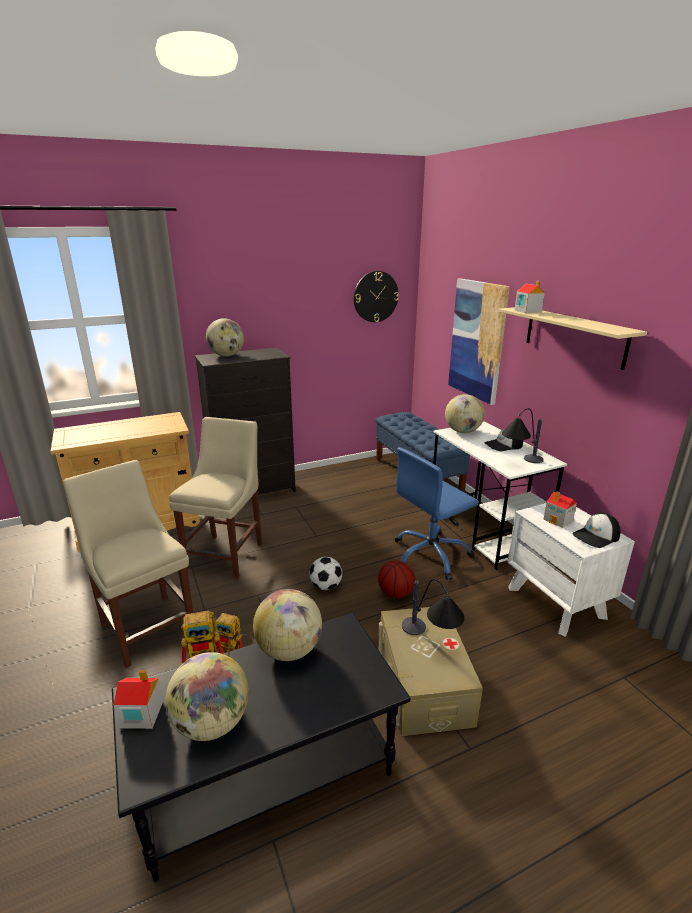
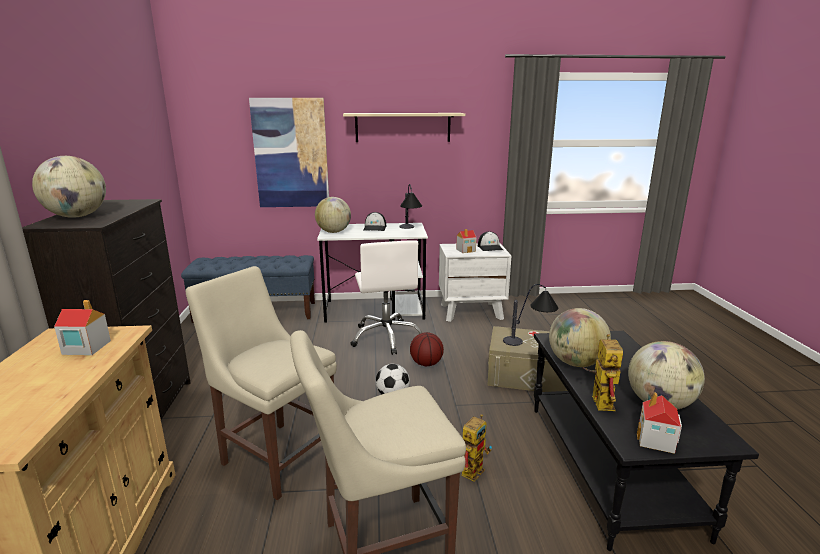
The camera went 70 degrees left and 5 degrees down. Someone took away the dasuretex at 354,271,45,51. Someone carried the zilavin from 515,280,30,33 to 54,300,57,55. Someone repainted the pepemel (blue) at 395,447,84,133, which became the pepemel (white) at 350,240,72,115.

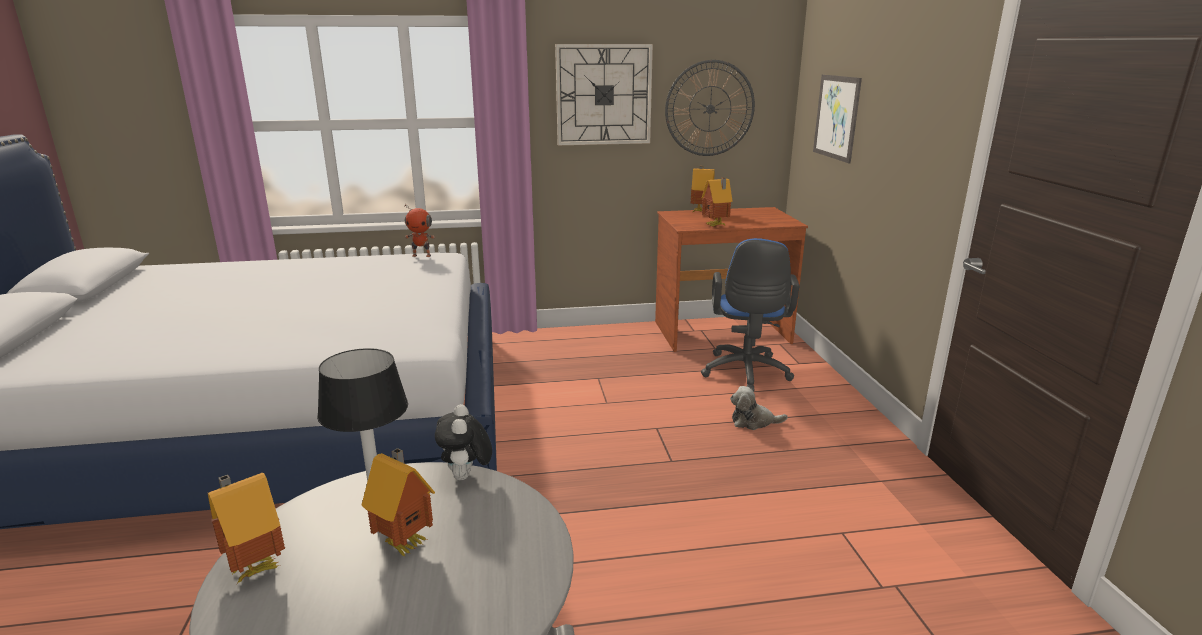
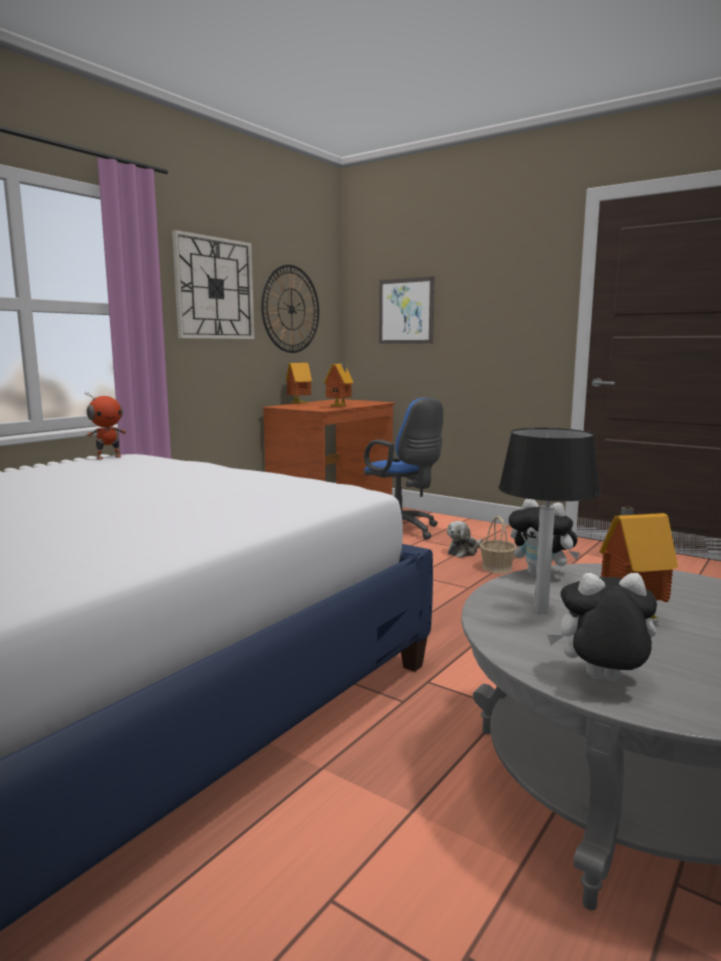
The camera went 45 degrees left and 10 degrees down. Someone swapped the zilavin at 208,473,77,111 for the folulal at 547,573,110,108. Someone put down the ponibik at 479,516,38,57.

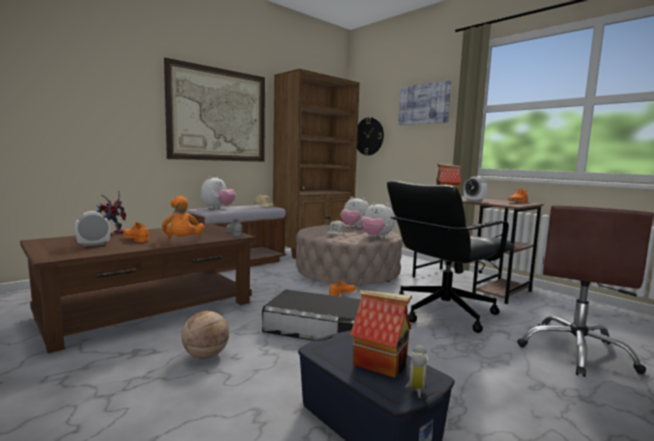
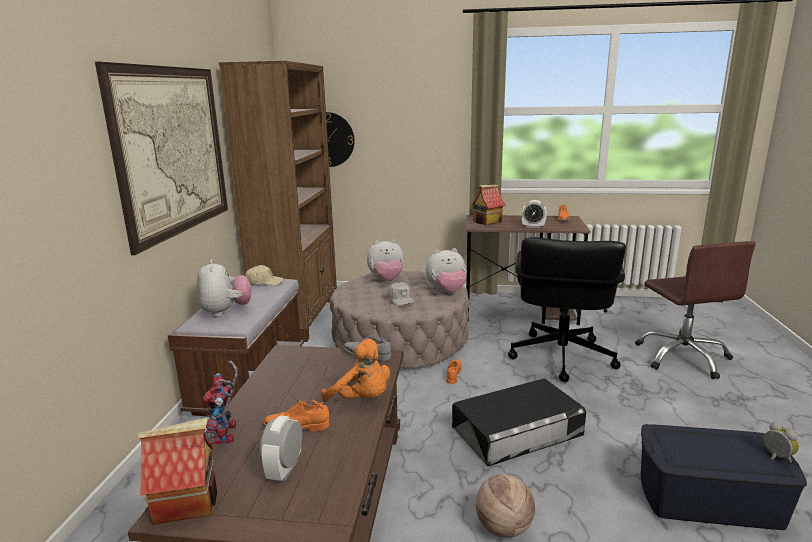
The camera went 40 degrees left and 10 degrees up. Someone took away the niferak at 398,80,53,45. Someone carried the zilavin from 350,290,62,88 to 136,417,81,108.

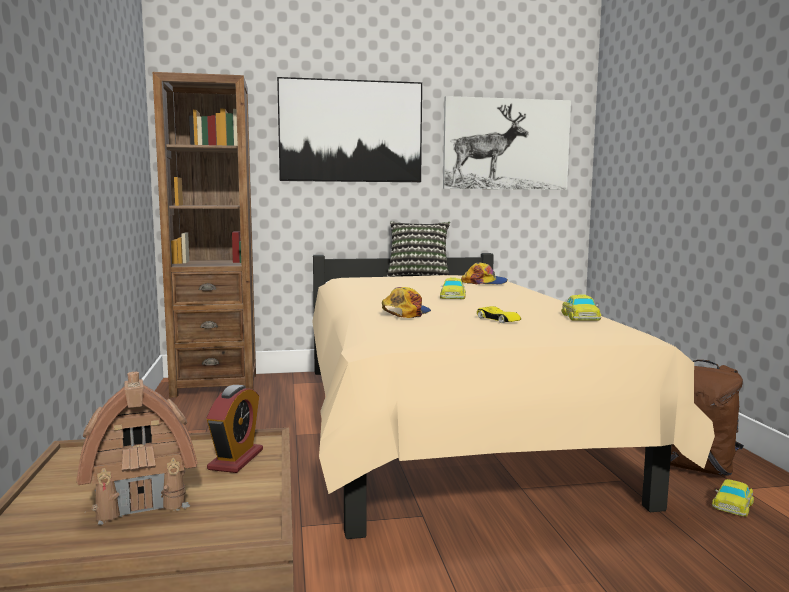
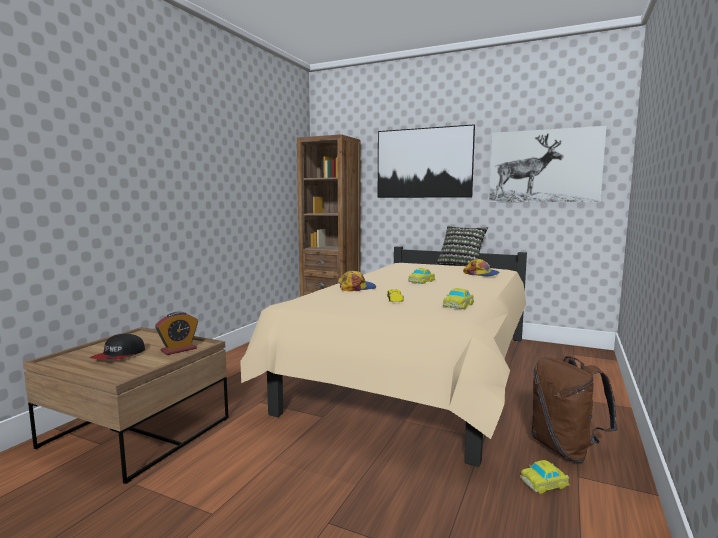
The camera went 35 degrees right and 0 degrees up. Someone swapped the zilavin at 76,372,122,153 for the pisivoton at 90,334,55,26.

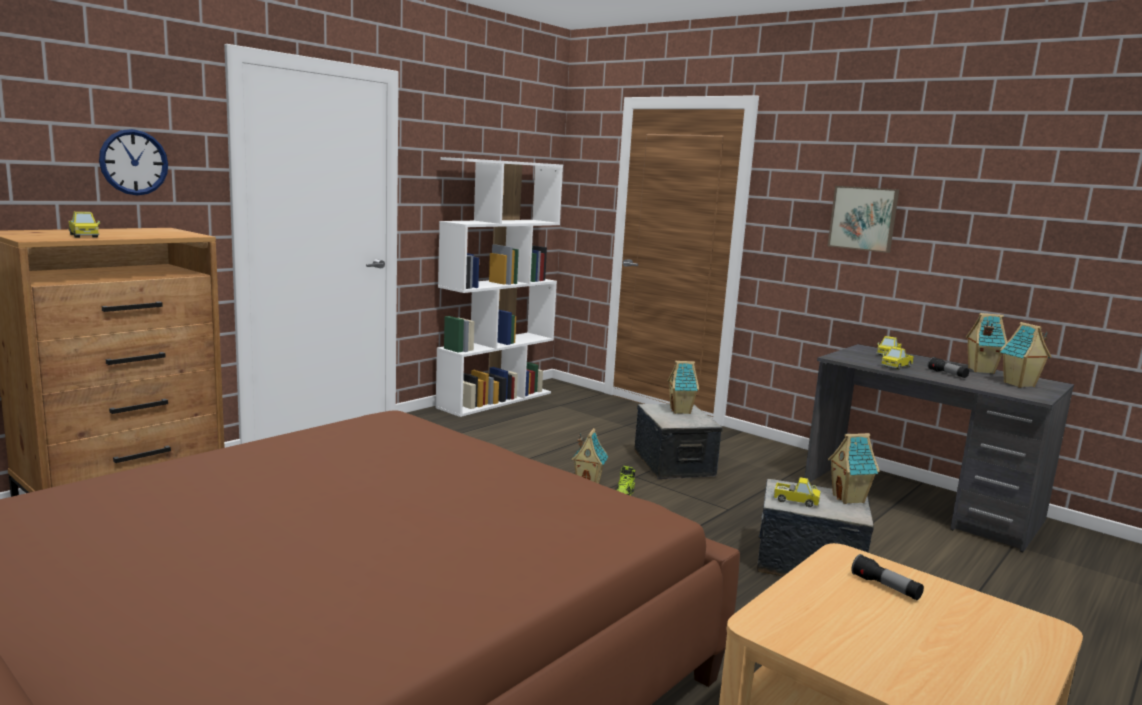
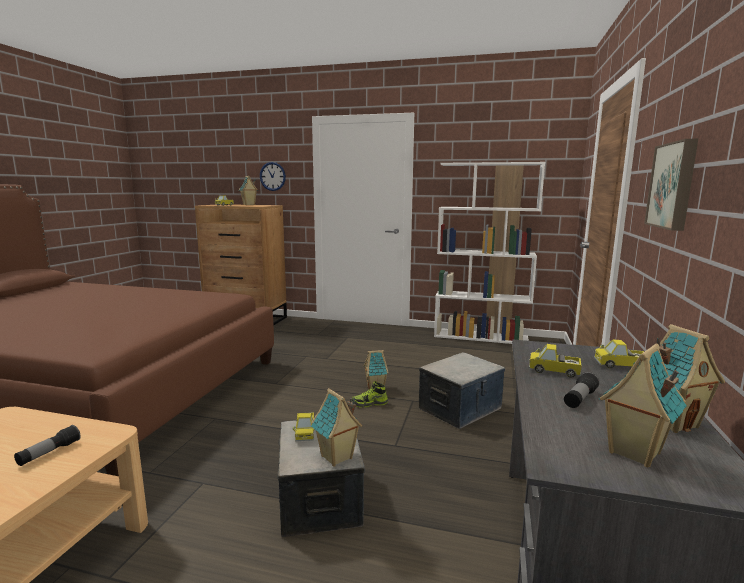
The camera went 65 degrees right and 0 degrees up. Someone carried the zilavin from 667,361,32,53 to 239,176,19,29.

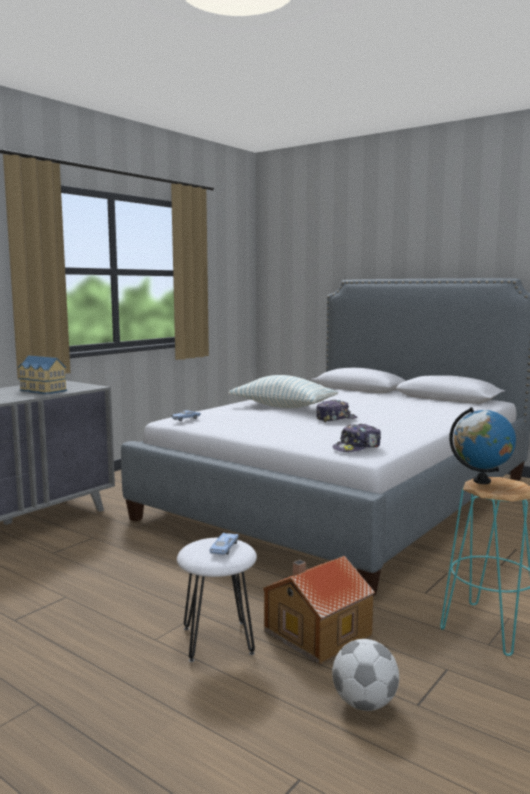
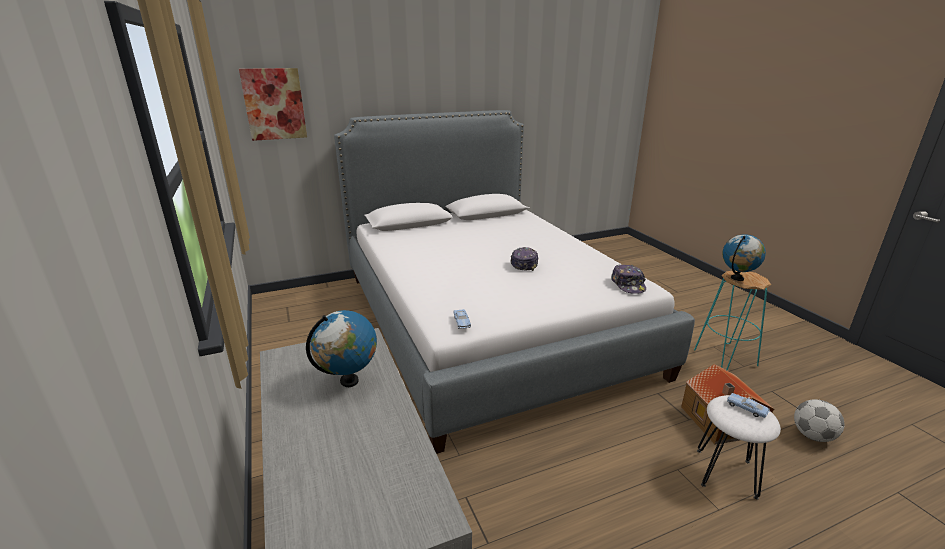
The camera went 60 degrees left and 15 degrees up. Someone swapped the zilavin at 18,355,49,39 for the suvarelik at 306,310,71,77. Someone took away the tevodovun at 229,375,109,33. Someone put up the niferak at 239,68,68,73.

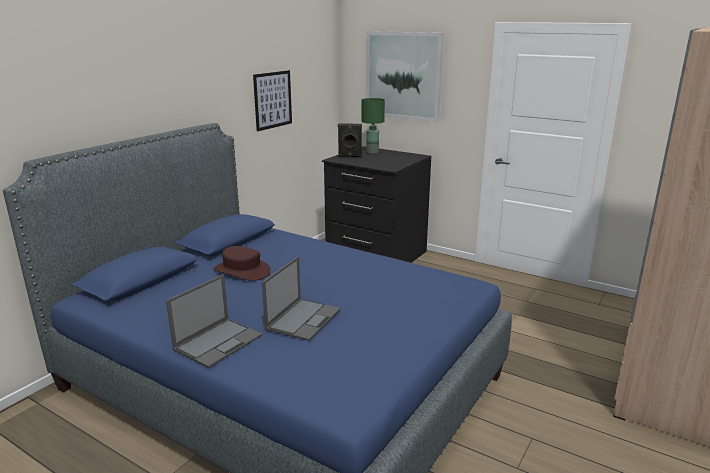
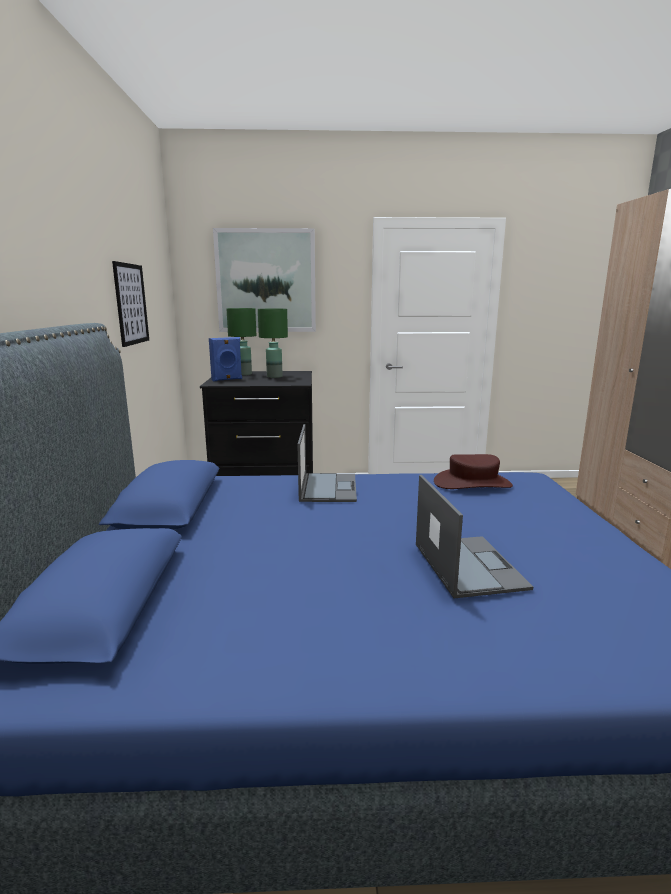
The camera went 35 degrees left and 5 degrees down. Someone repainted the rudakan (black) at 338,123,24,34, which became the rudakan (blue) at 209,337,33,44. Someone carried the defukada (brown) from 213,246,58,35 to 434,454,79,35. Someone carried the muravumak from 166,274,96,94 to 297,424,60,78. Someone put down the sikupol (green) at 258,309,30,69.

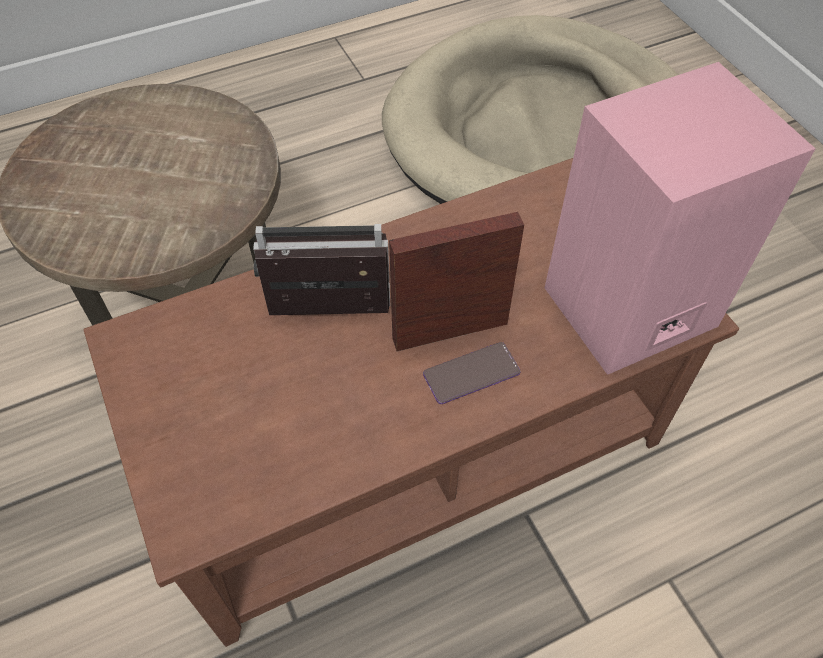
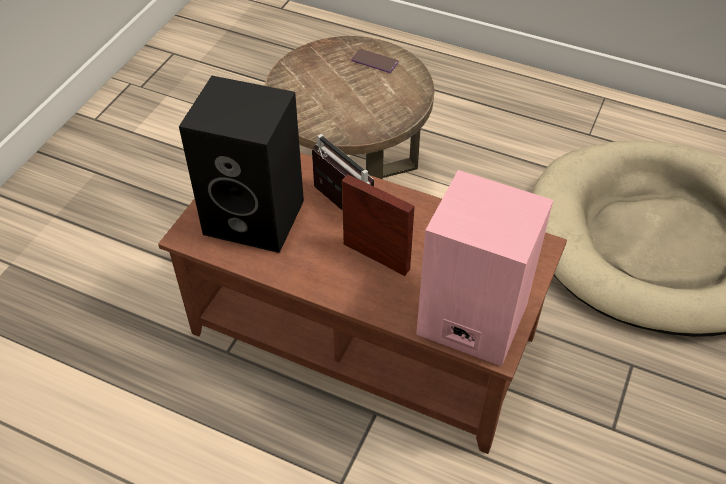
The camera went 50 degrees right and 5 degrees down. Someone carried the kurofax from 423,342,98,62 to 351,49,48,24. Someone put down the rudakan (black) at 179,76,125,177.

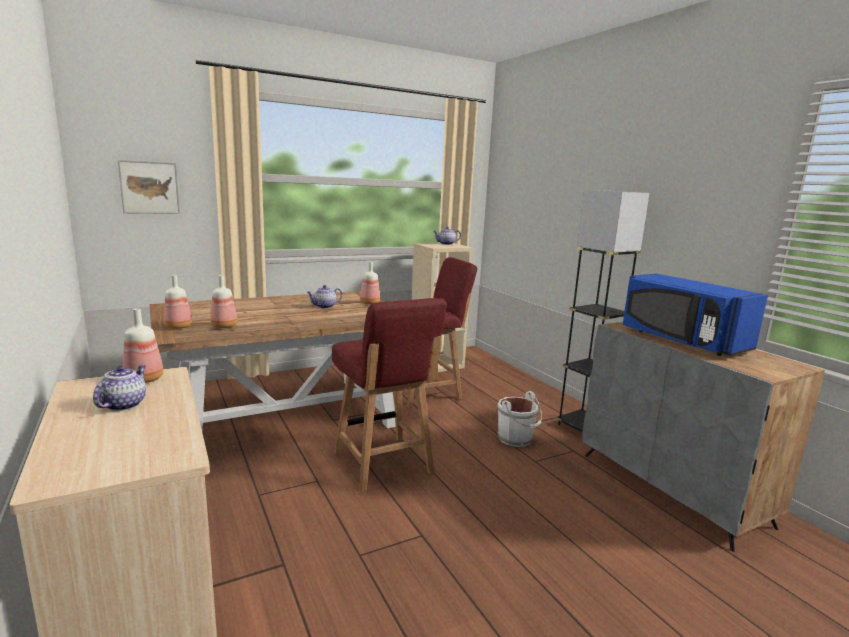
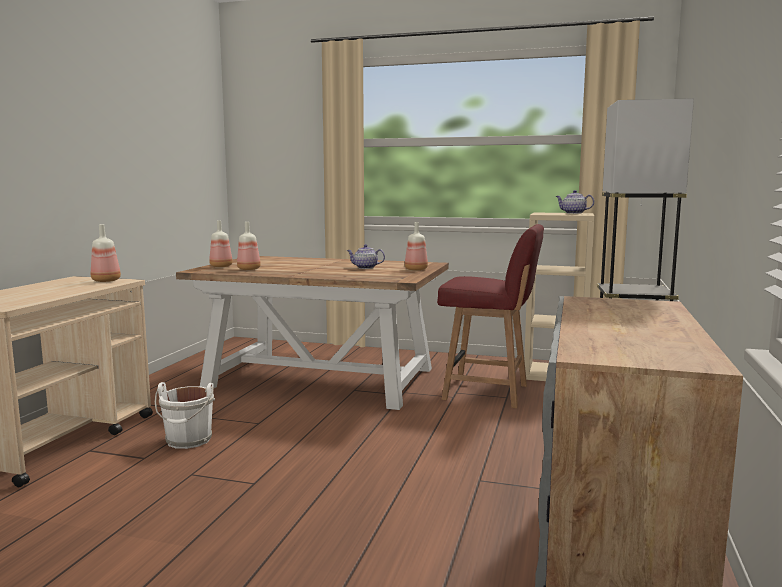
The camera went 45 degrees right and 5 degrees down. Someone took away the niferak at 118,160,62,54. Someone took away the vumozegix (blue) at 623,274,145,82. Someone took away the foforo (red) at 332,298,115,194. Someone took away the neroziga at 93,365,53,46. Someone carried the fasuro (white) from 497,391,45,56 to 155,382,60,67.

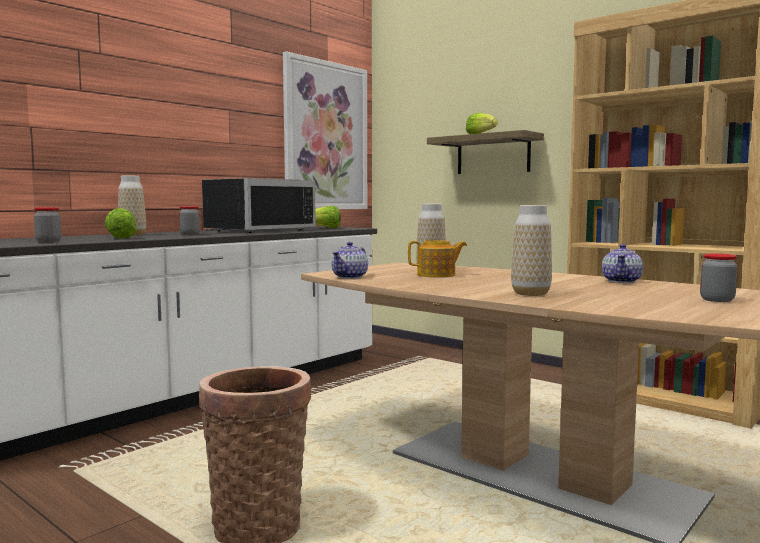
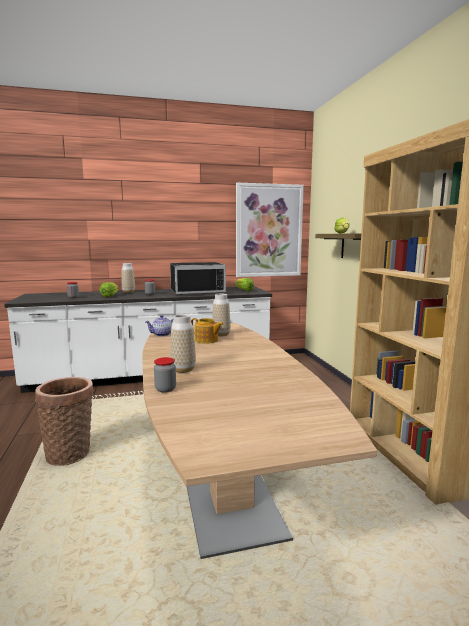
The camera went 35 degrees right and 5 degrees up. Someone took away the neroziga at 602,244,41,39. Someone carried the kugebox from 700,253,38,49 to 154,357,22,36.

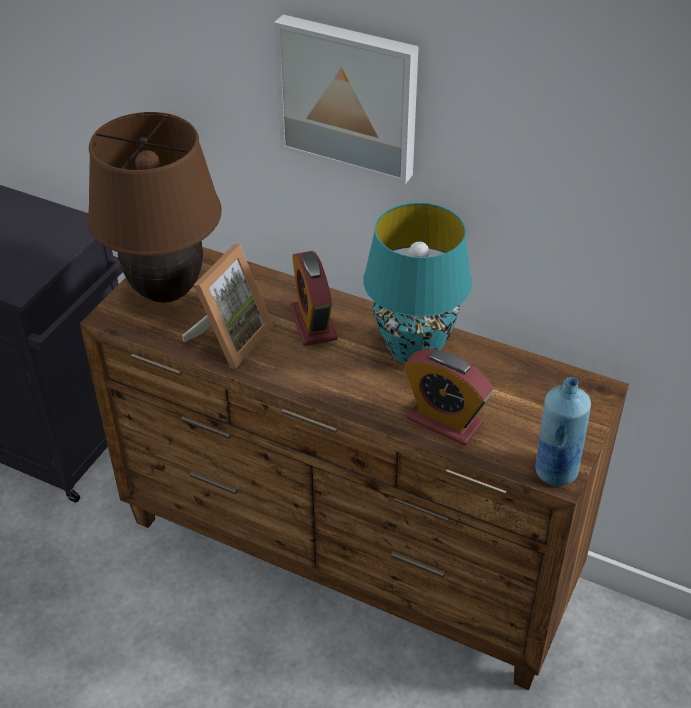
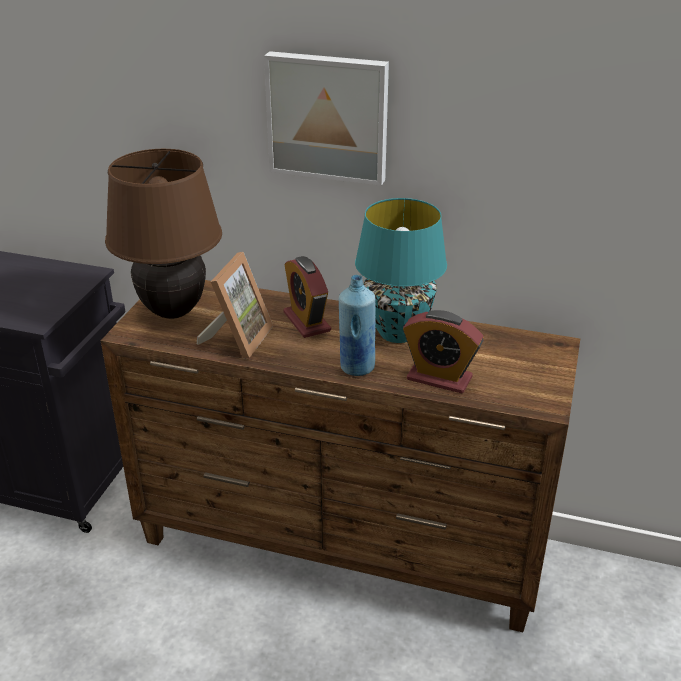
The camera went 10 degrees left and 10 degrees down. Someone carried the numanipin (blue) from 535,377,56,109 to 339,275,37,101.

